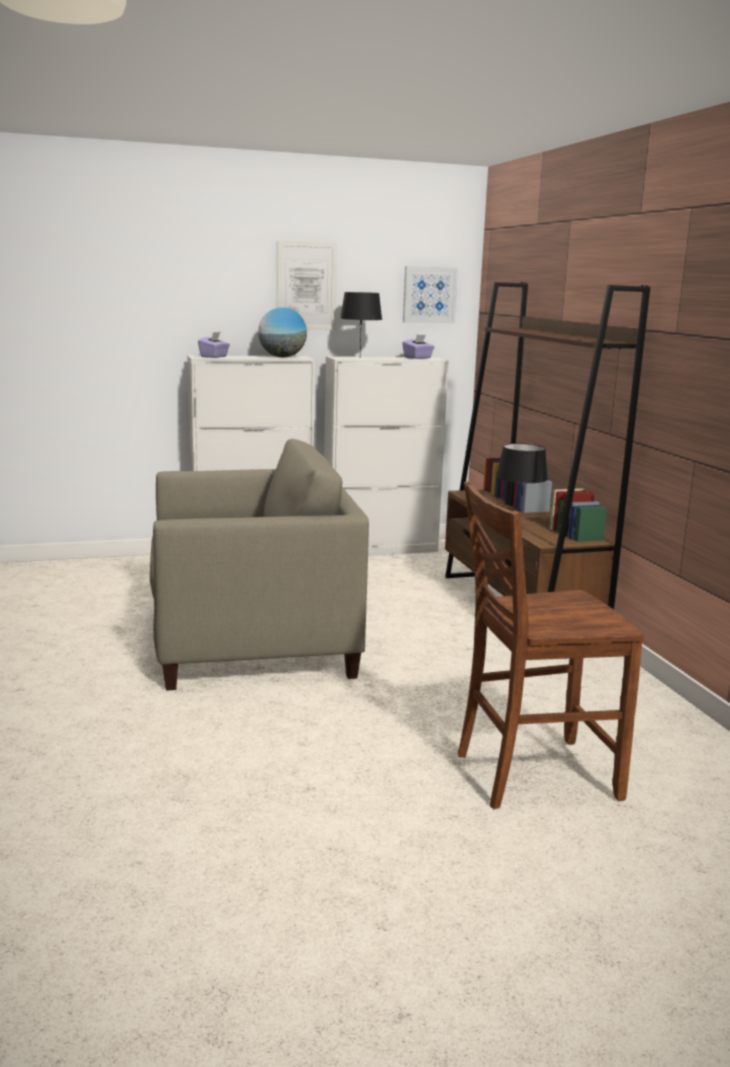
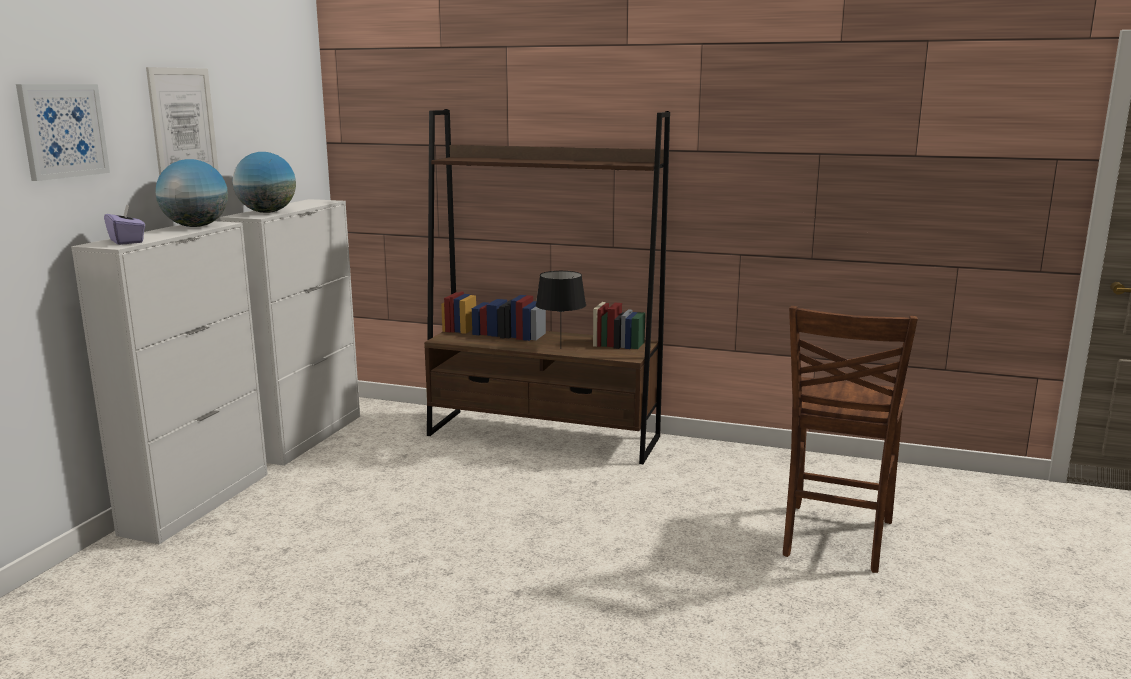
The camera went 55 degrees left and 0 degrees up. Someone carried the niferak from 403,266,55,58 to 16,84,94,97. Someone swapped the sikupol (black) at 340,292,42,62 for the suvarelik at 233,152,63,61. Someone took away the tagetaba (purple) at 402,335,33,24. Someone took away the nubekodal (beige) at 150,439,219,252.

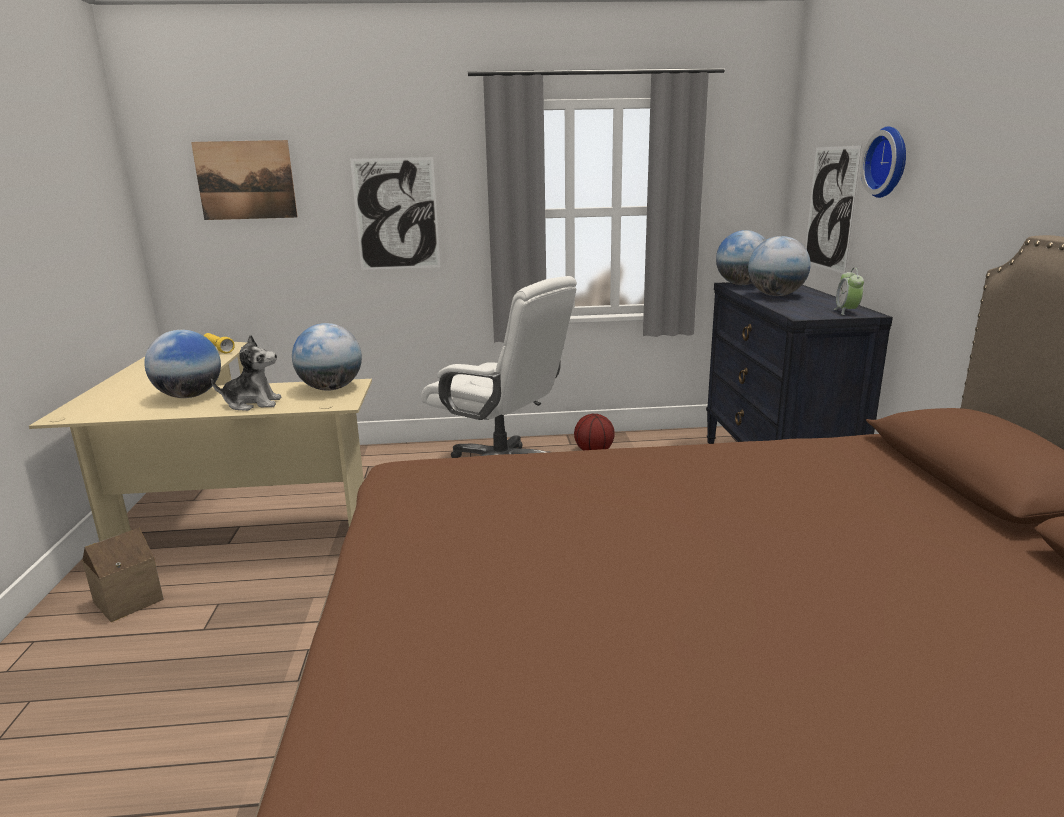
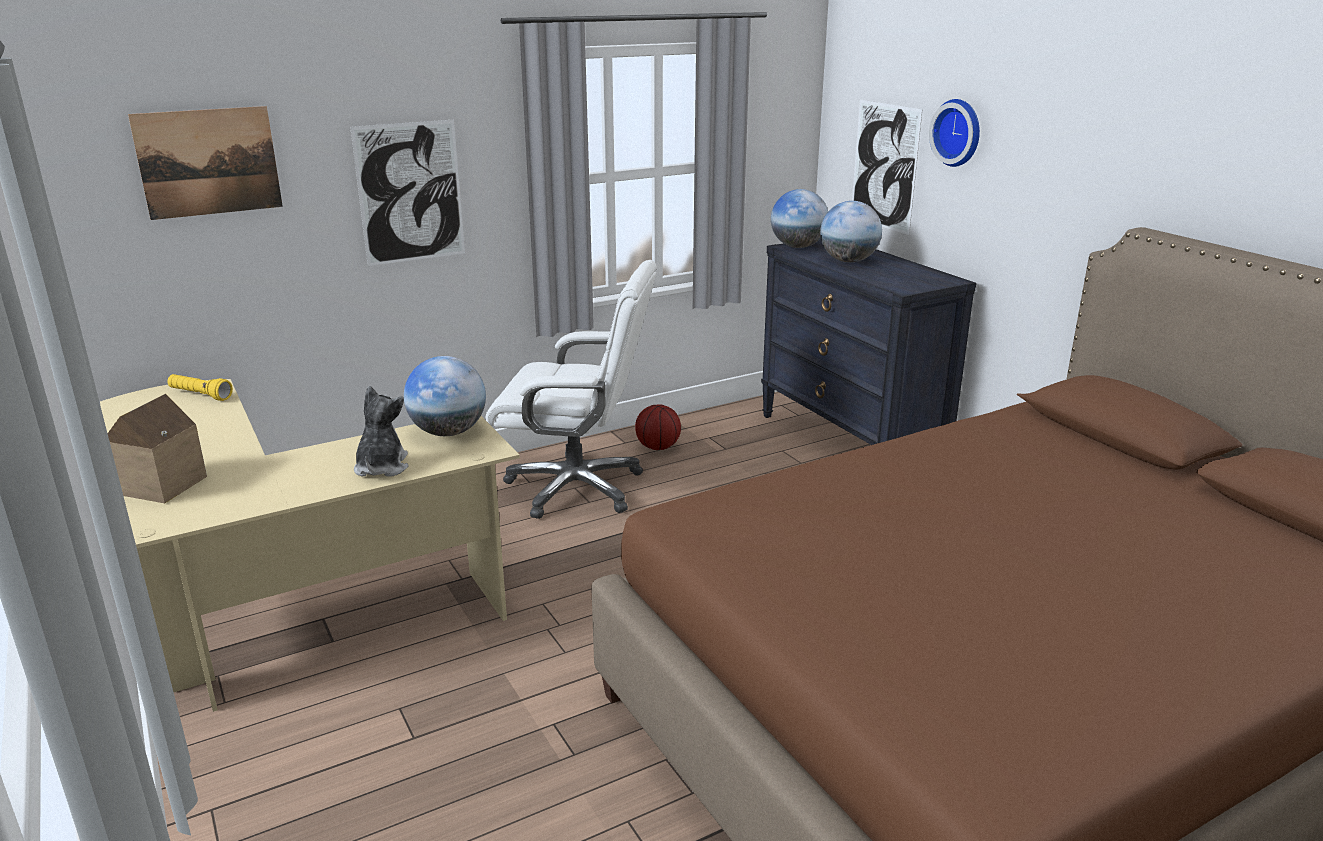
The camera went 25 degrees left and 5 degrees up. Someone took away the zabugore at 834,268,30,47. Someone took away the suvarelik at 144,330,77,68. Someone rotated the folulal at 211,334,71,77 by 60 degrees counterclockwise. Someone carried the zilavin from 82,528,82,94 to 107,394,100,109.

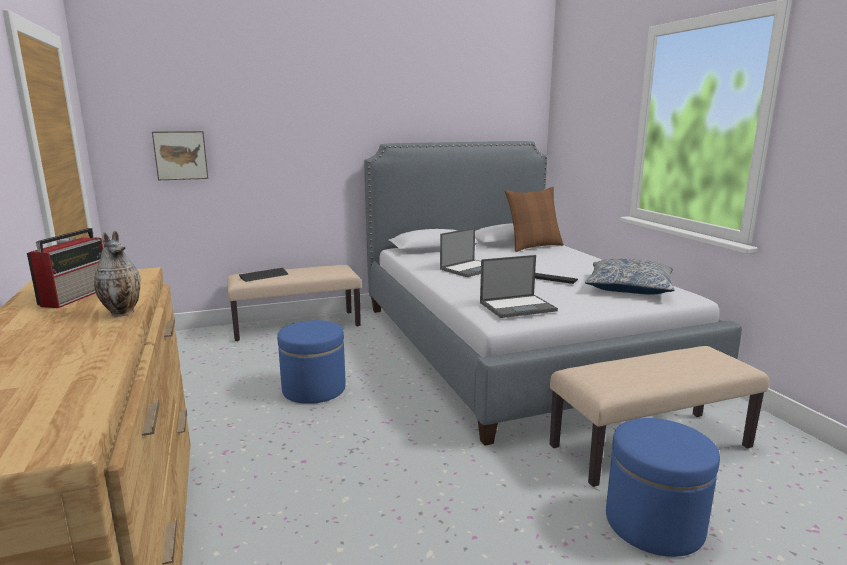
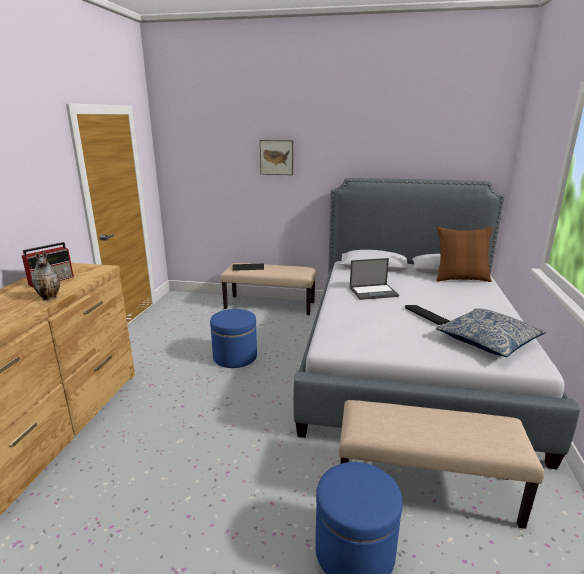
The camera went 30 degrees right and 5 degrees up. Someone carried the niferak from 152,131,56,49 to 260,140,33,35. Someone took away the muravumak at 480,255,78,63.

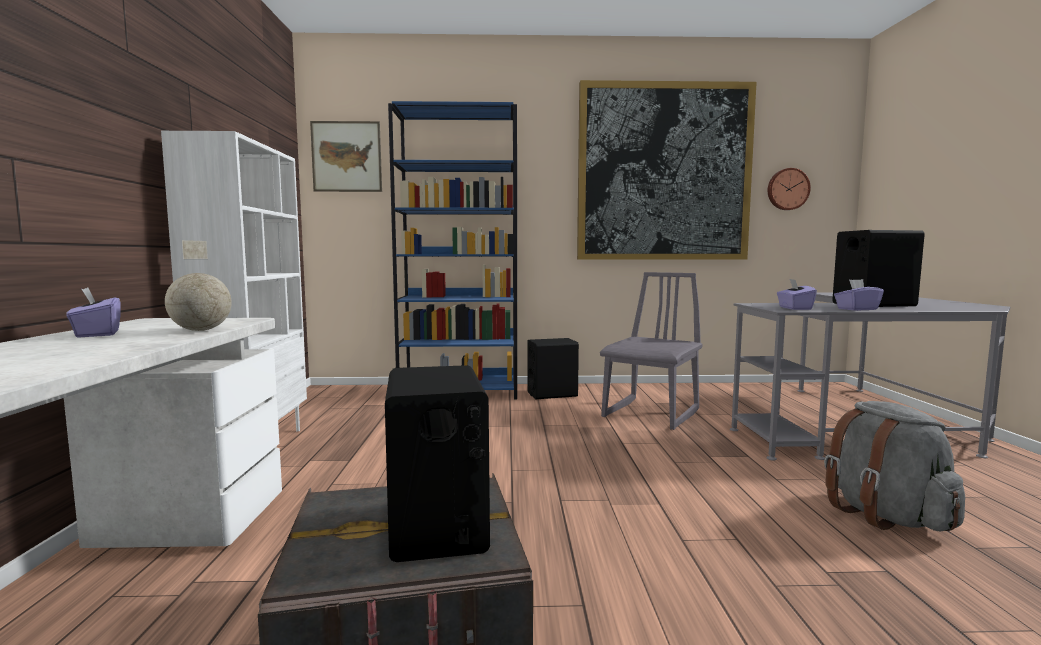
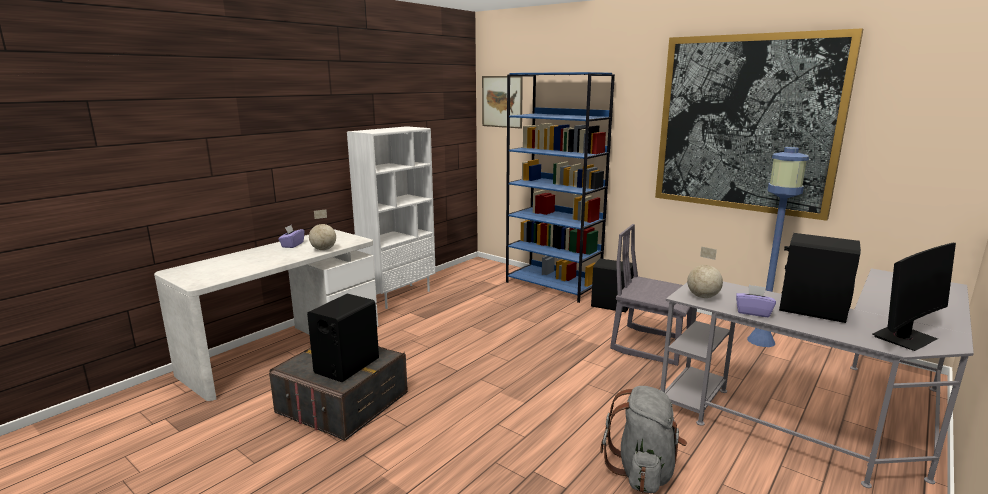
The camera went 40 degrees right and 10 degrees up. Someone took away the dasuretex at 768,168,43,42. Someone rotated the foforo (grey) at 600,272,102,158 by 135 degrees counterclockwise. Someone swapped the tagetaba (purple) at 777,279,40,31 for the suvarelik at 687,247,36,51. Someone put down the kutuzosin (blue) at 747,147,62,200. Someone put down the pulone at 873,243,83,108.

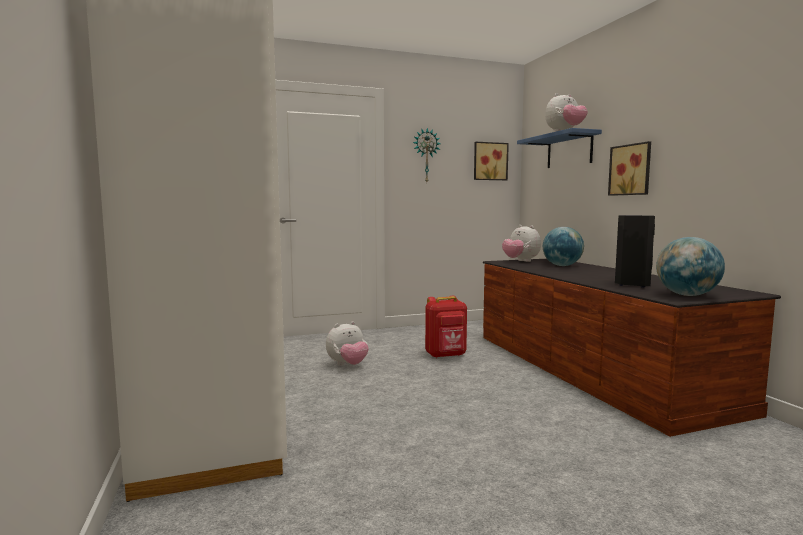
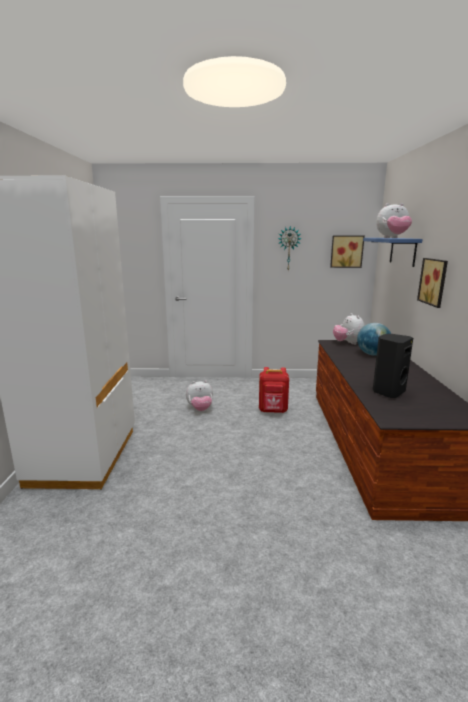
The camera went 20 degrees right and 10 degrees up. Someone took away the suvarelik at 656,237,69,59.

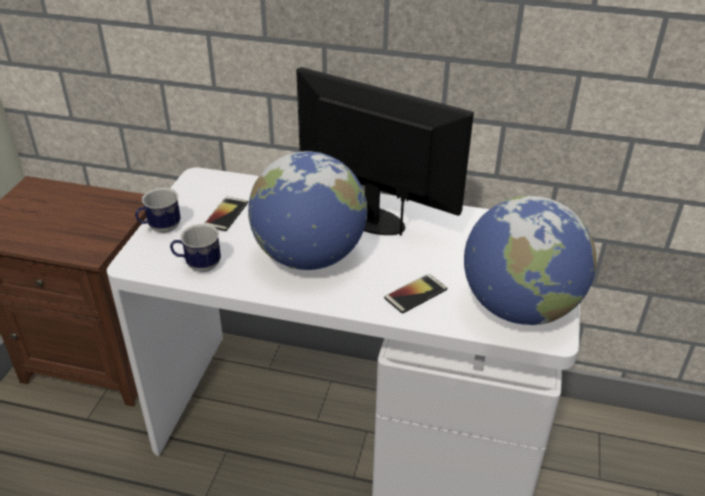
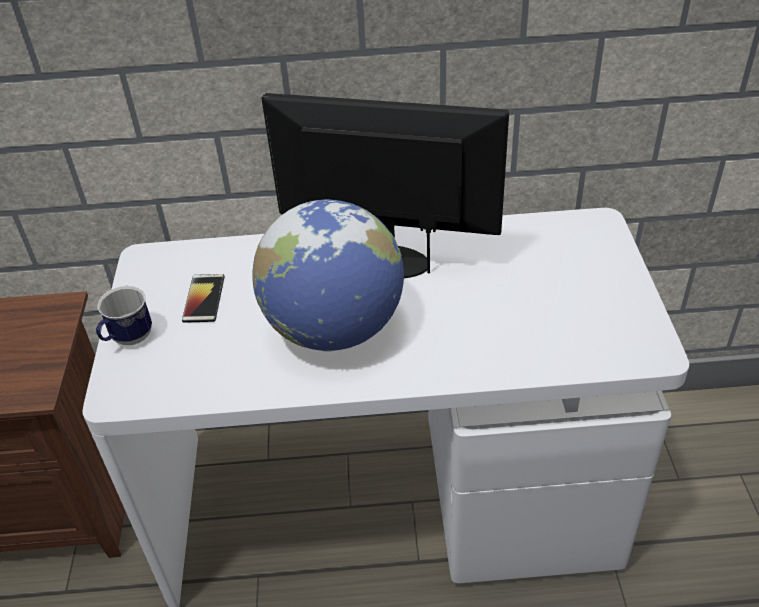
The camera went 15 degrees left and 5 degrees up. Someone took away the suvarelik at 464,196,133,129. Someone took away the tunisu at 170,224,51,48. Someone took away the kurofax at 384,274,63,40.

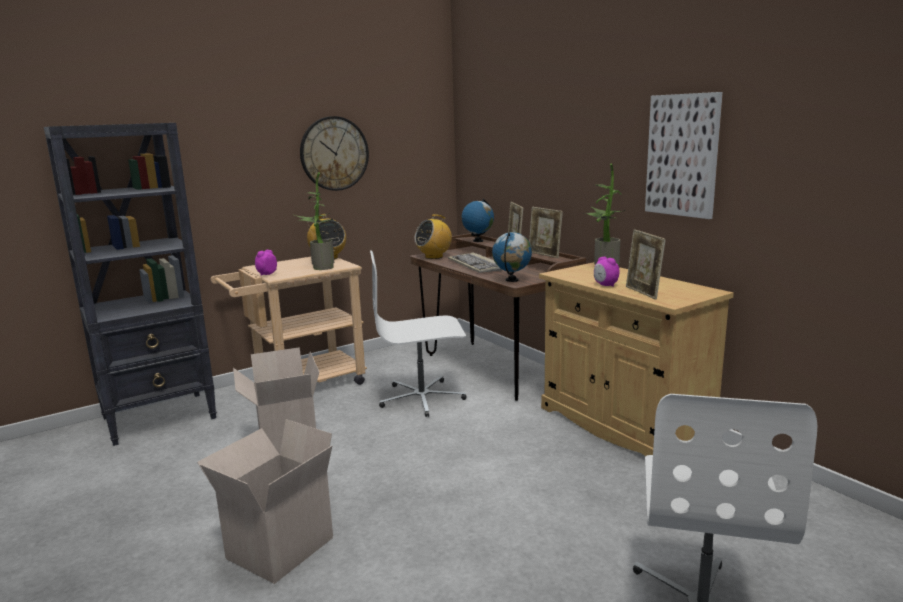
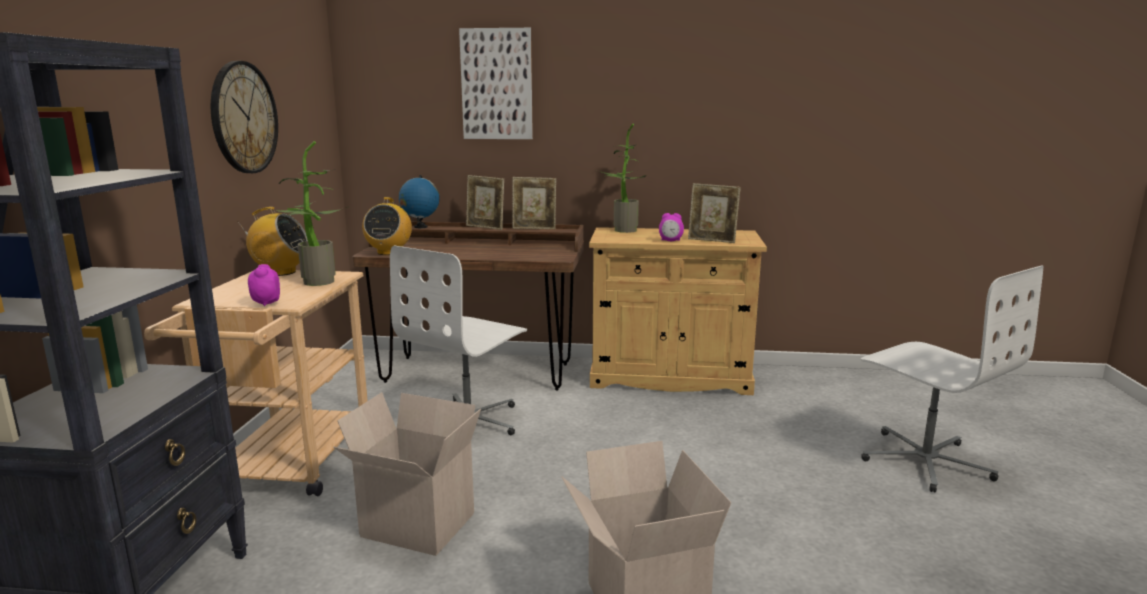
The camera went 50 degrees left and 0 degrees up. Someone carried the niferak from 645,92,78,127 to 459,28,74,111. Someone took away the suvarelik at 492,232,40,50. Someone took away the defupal at 448,252,55,21.

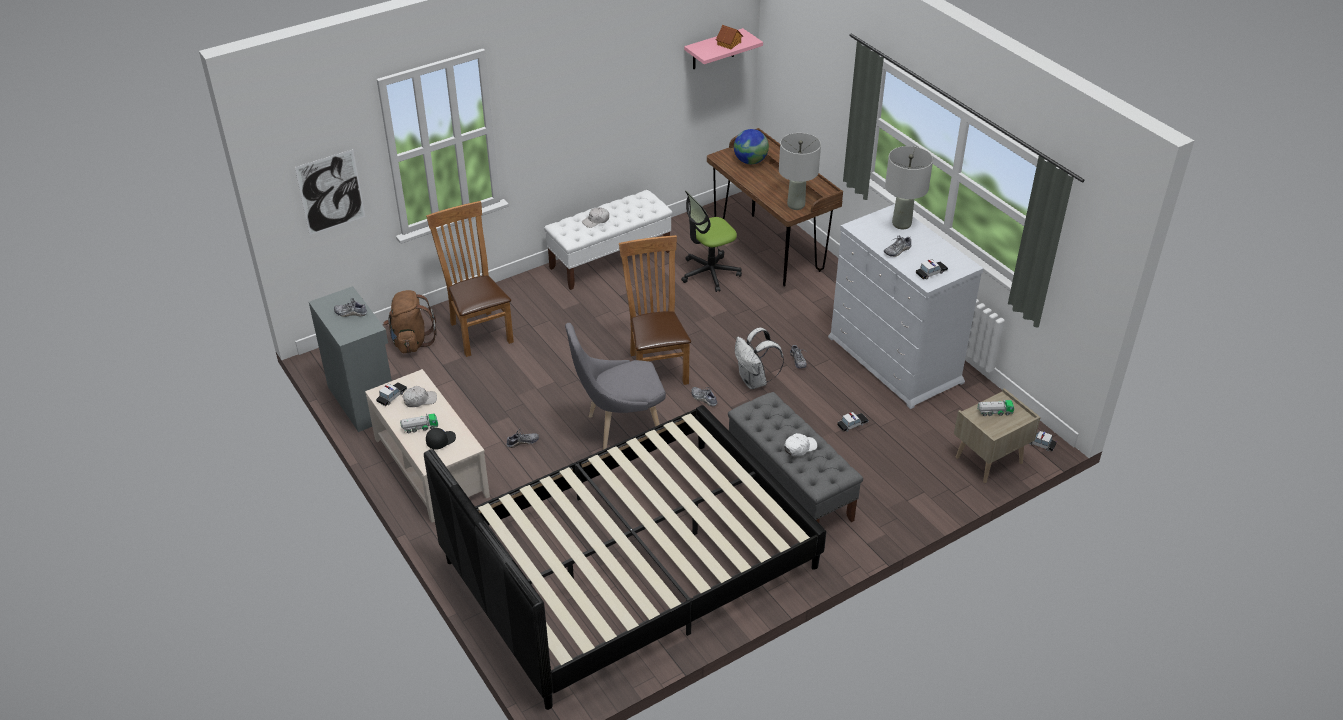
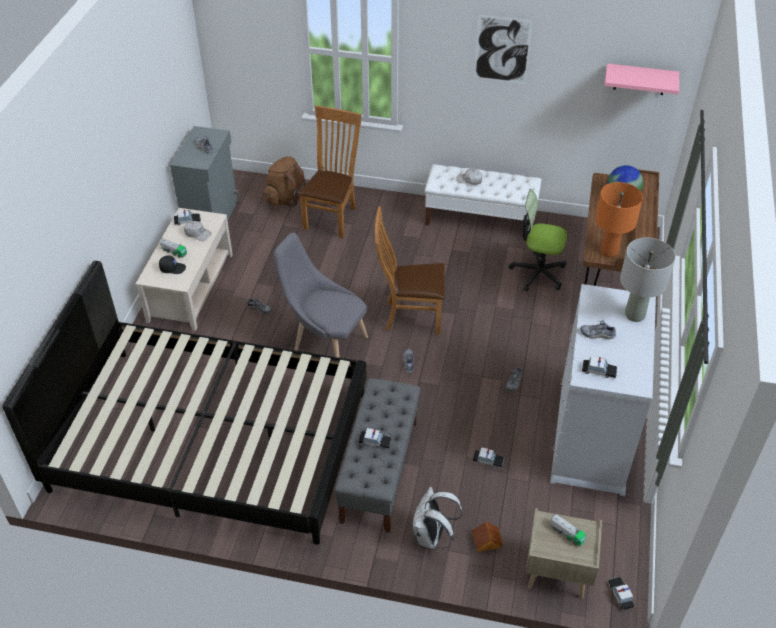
The camera went 45 degrees right and 5 degrees up. Someone carried the zilavin from 716,25,27,24 to 472,522,31,30. Someone repainted the sikupol (grey) at 779,133,42,77, which became the sikupol (orange) at 596,182,47,76. Someone carried the niferak from 295,149,71,86 to 474,15,59,69. Someone rotated the foforo (brown) at 619,235,72,150 by 120 degrees counterclockwise. Someone carried the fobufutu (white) from 735,327,49,62 to 413,487,50,62. Someone swapped the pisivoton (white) at 784,433,33,23 for the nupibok at 358,428,34,21.

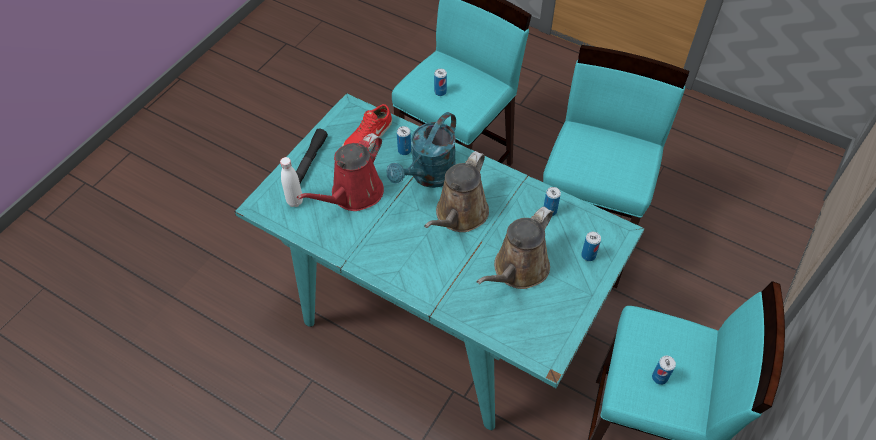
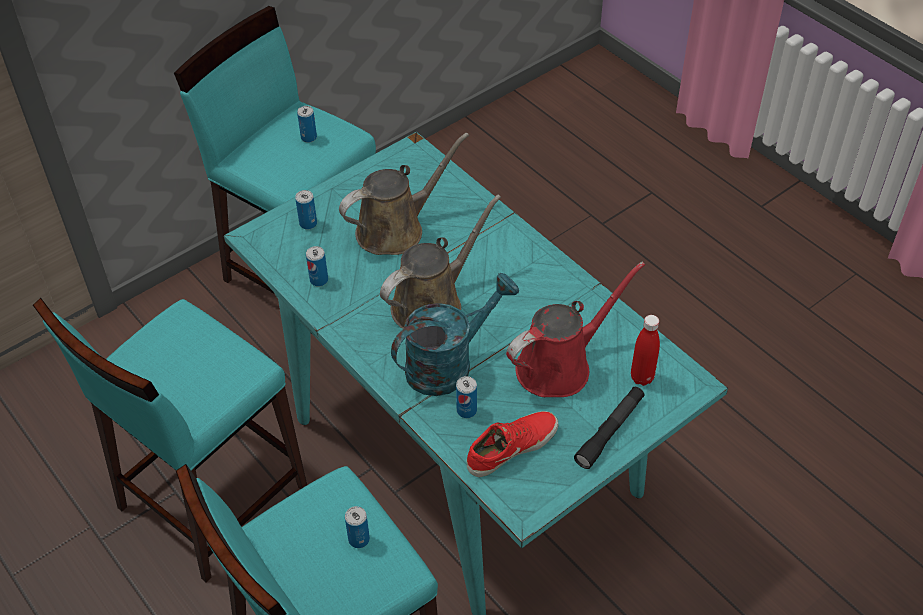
The camera went 160 degrees left and 5 degrees down. Someone repainted the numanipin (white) at 280,157,23,50, which became the numanipin (red) at 631,315,29,71.

